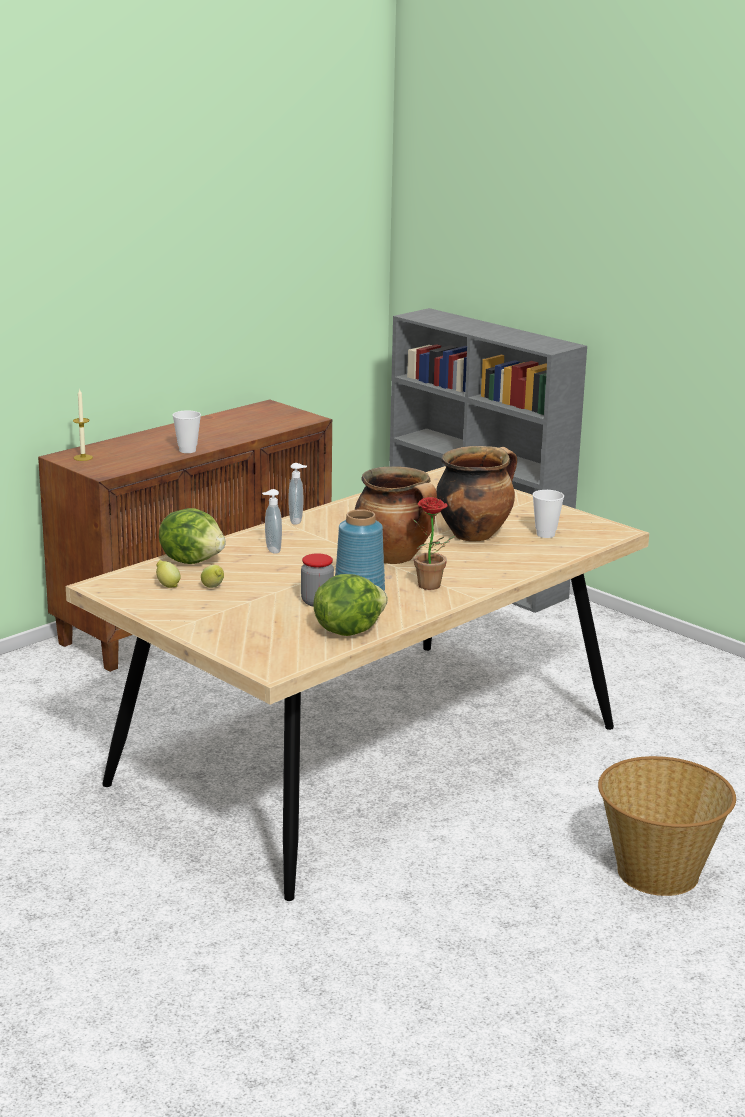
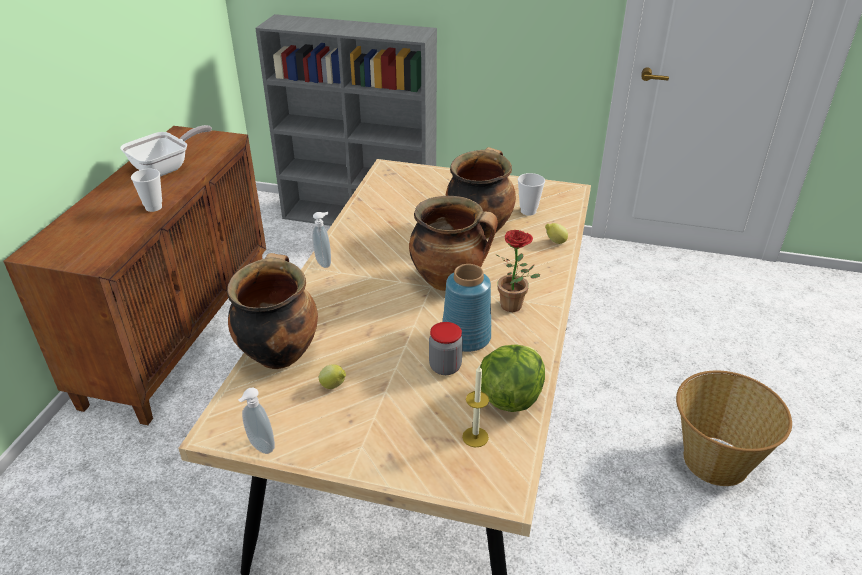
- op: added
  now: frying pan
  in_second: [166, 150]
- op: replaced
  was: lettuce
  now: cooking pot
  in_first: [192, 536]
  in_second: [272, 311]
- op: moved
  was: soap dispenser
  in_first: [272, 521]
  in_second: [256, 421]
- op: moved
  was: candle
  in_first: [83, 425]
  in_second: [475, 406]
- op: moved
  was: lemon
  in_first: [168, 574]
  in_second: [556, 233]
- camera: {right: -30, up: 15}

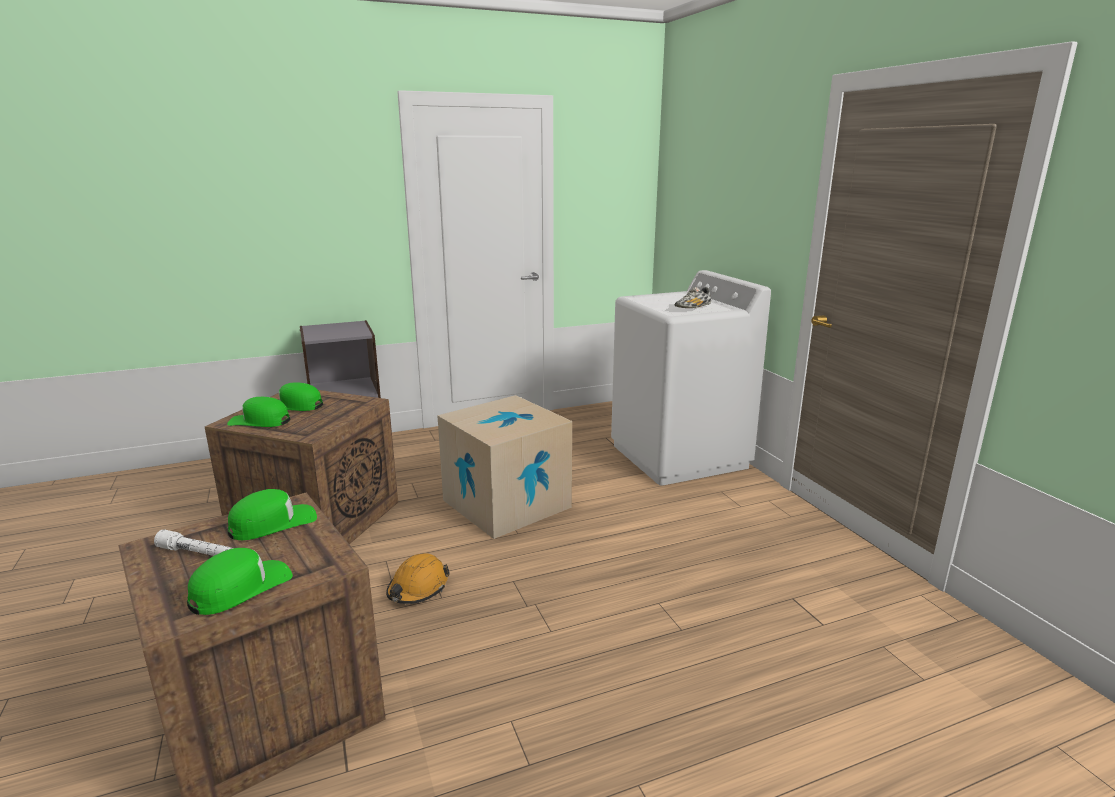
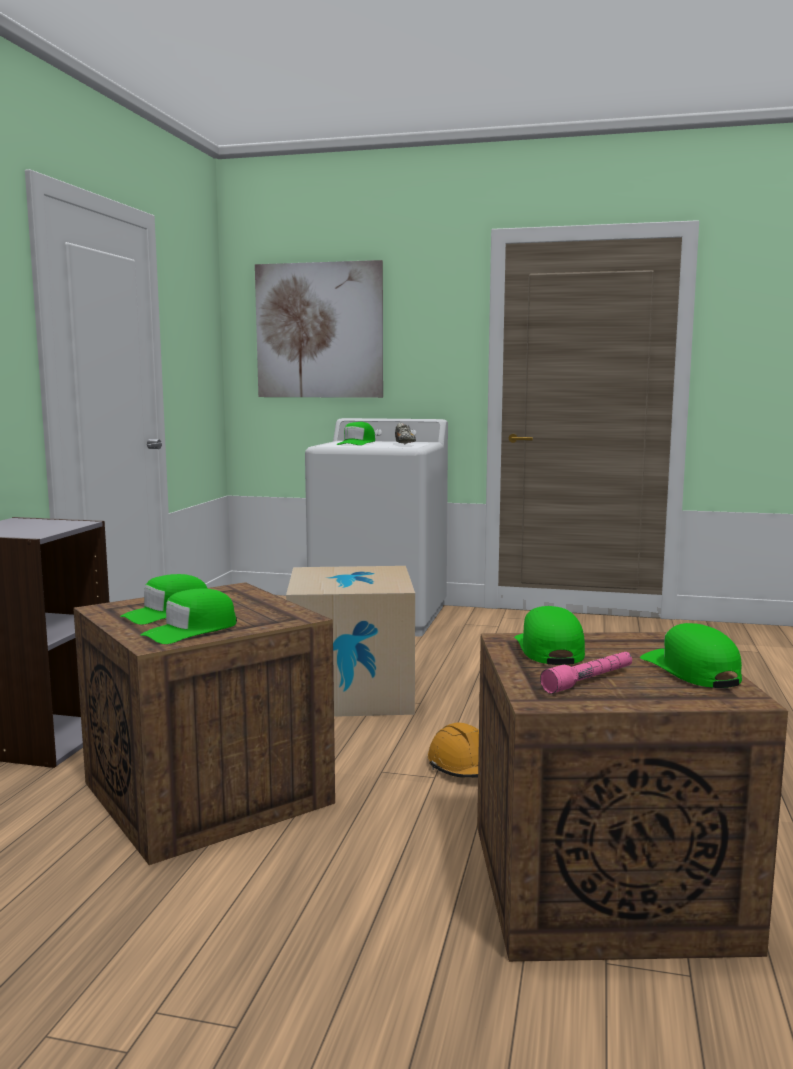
- op: added
  now: picture
  in_second: [319, 329]
- op: added
  now: cap/green
  in_second: [356, 433]
- op: recoloured
  was: flashlight/white
  now: flashlight/pink
  in_first: [193, 542]
  in_second: [586, 673]
- camera: {right: -55, up: -10}

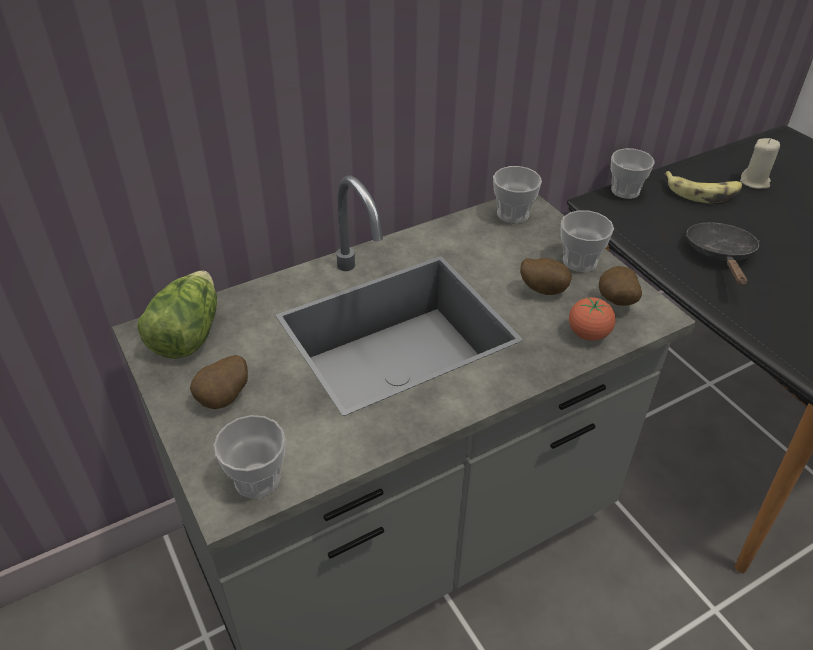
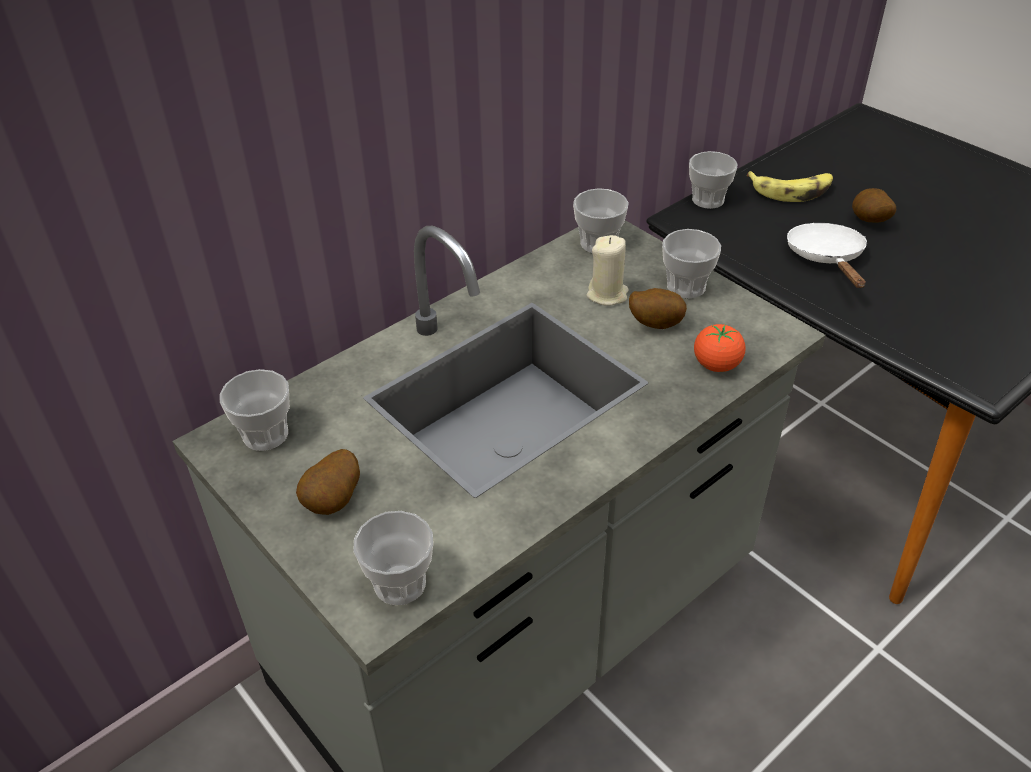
- op: replaced
  was: lettuce
  now: cup
  in_first: [177, 315]
  in_second: [255, 410]
- op: moved
  was: candle/beige
  in_first: [760, 163]
  in_second: [607, 270]
- op: recoloured
  was: frying pan/black
  now: frying pan/white
  in_first: [722, 254]
  in_second: [827, 255]
- op: moved
  was: potato
  in_first: [620, 286]
  in_second: [874, 205]
- camera: {right: -10, up: 0}

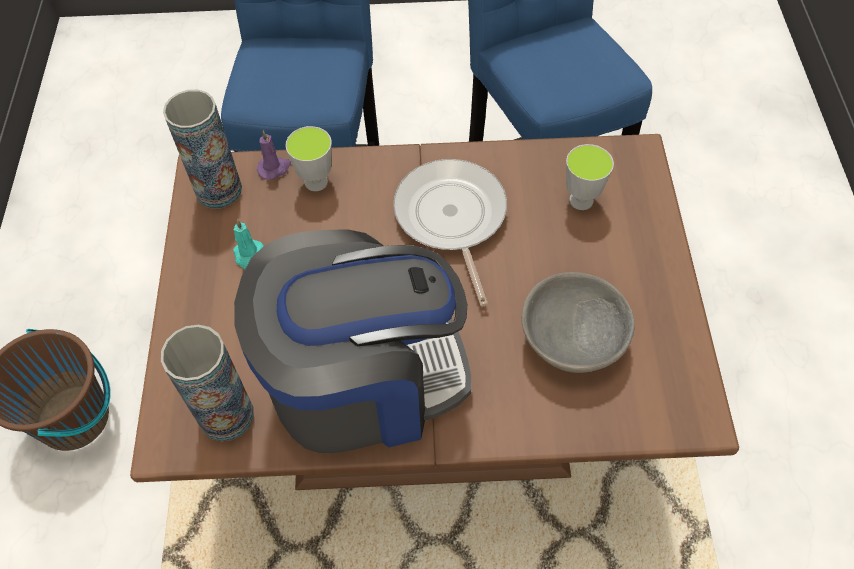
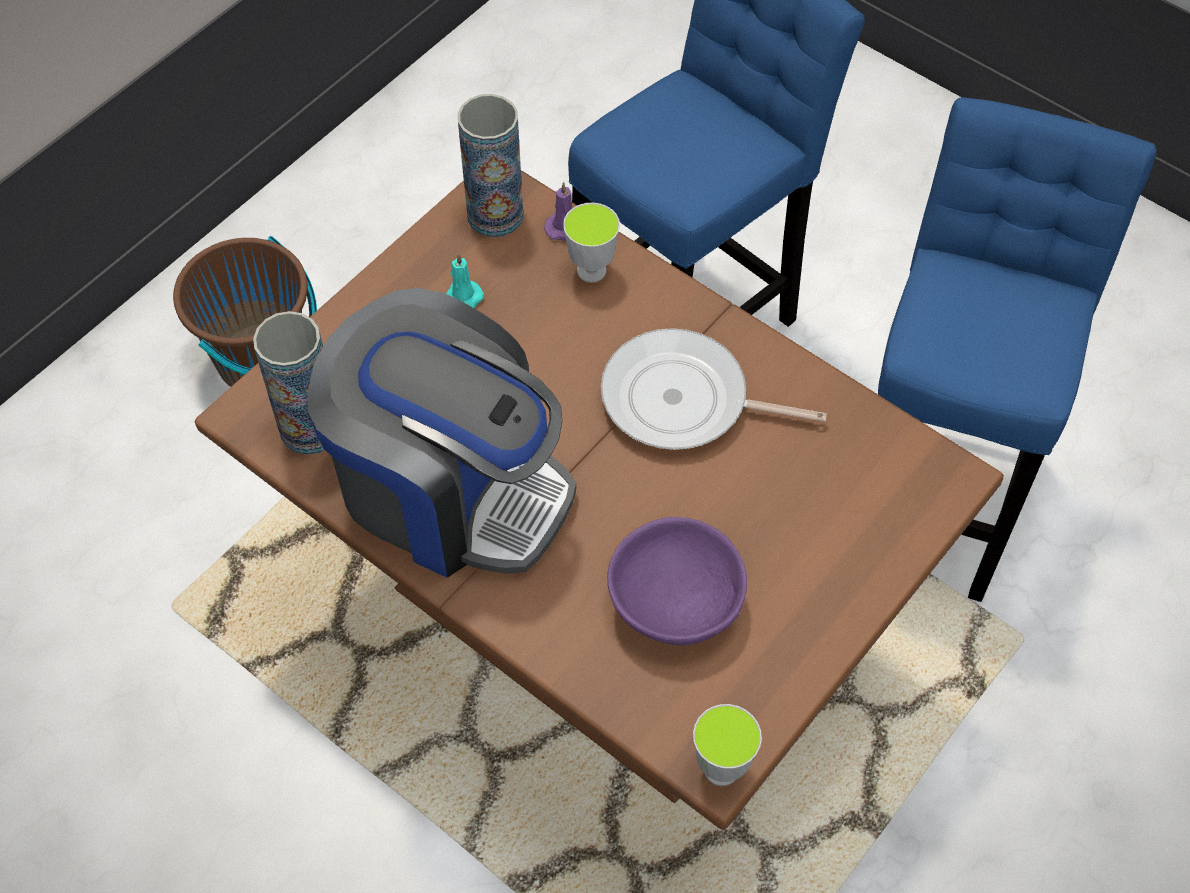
- op: turned
  was: frying pan
  in_first: [450, 232]
  in_second: [714, 389]
  clockwise: -105
- op: recoloured
  was: bowl/grey
  now: bowl/purple
  in_first: [578, 322]
  in_second: [677, 581]
- op: moved
  was: cup
  in_first: [590, 177]
  in_second: [727, 745]
- camera: {right: 40, up: 0}

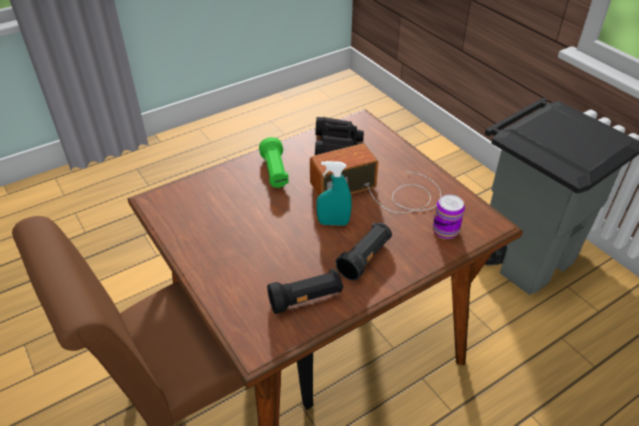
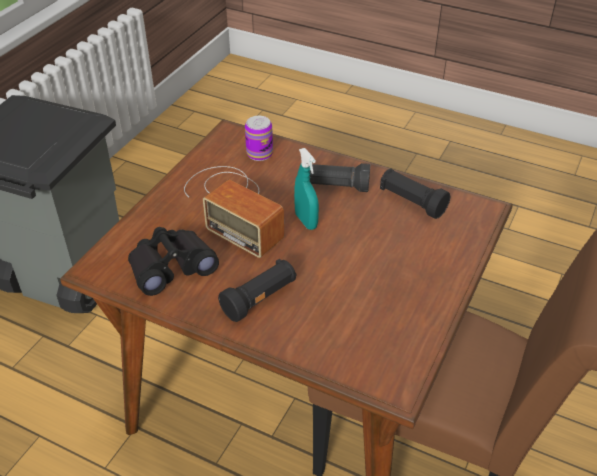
- op: recoloured
  was: flashlight/green
  now: flashlight/black
  in_first: [274, 162]
  in_second: [257, 290]
- camera: {right: -120, up: 0}

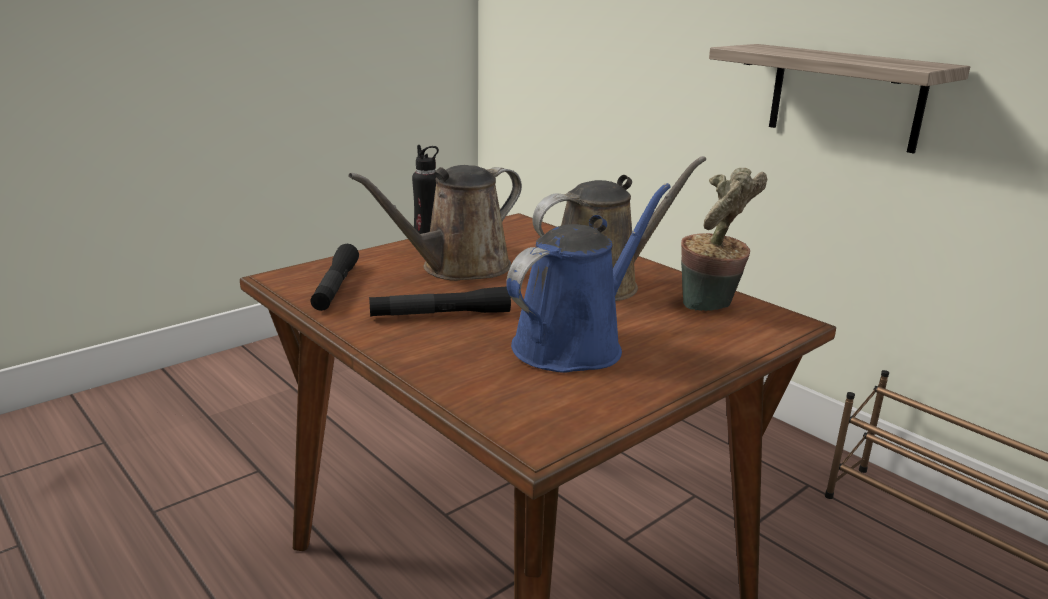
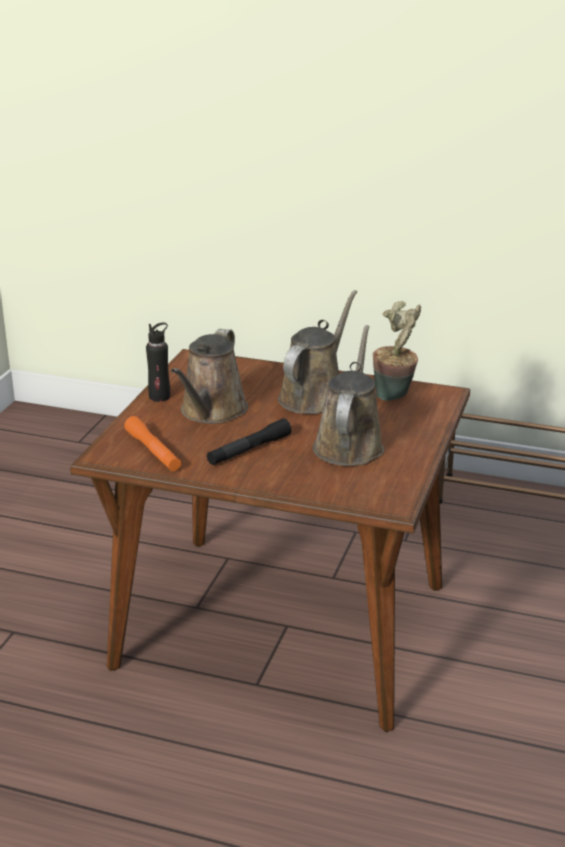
- op: recoloured
  was: flashlight/black
  now: flashlight/orange
  in_first: [334, 277]
  in_second: [152, 443]
- op: recoloured
  was: watering can/blue
  now: watering can/brown
  in_first: [588, 278]
  in_second: [348, 395]
- op: removed
  was: shelf
  in_first: [839, 98]
- camera: {right: -30, up: 5}

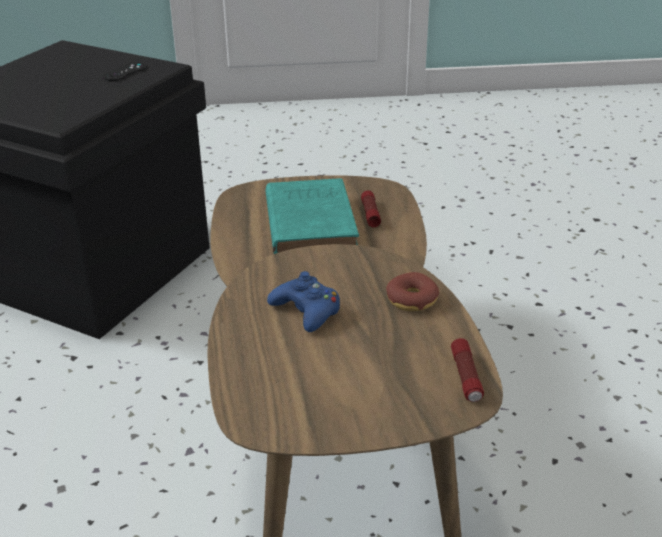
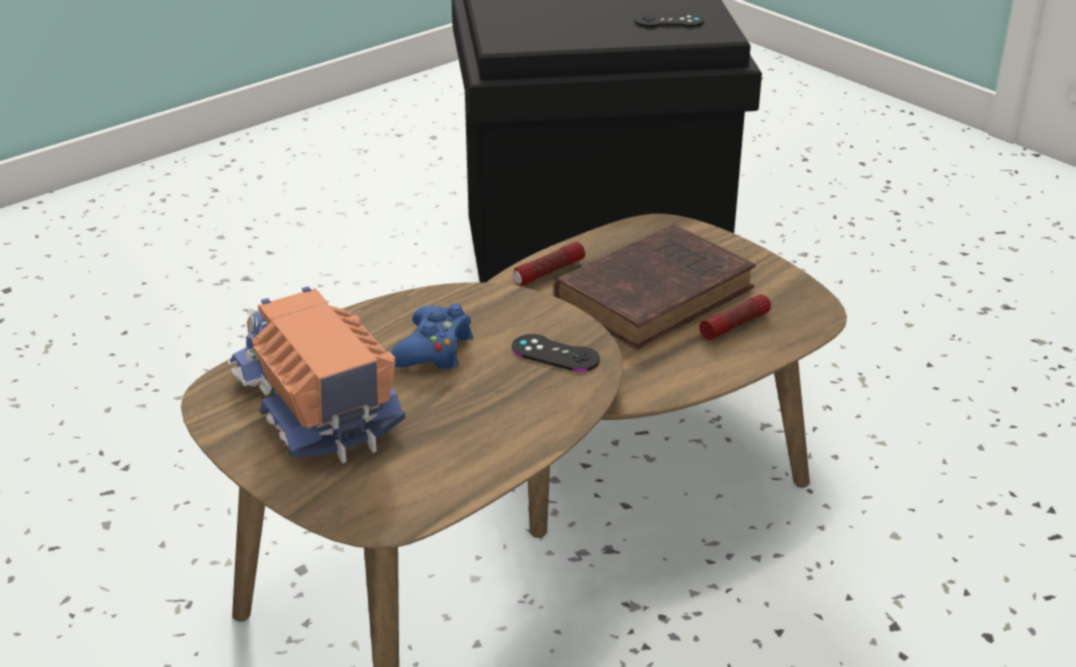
- op: added
  now: toy truck
  in_second: [316, 374]
- op: added
  now: game controller/black
  in_second: [556, 353]
- op: moved
  was: flashlight
  in_first: [467, 370]
  in_second: [549, 263]
- op: recoloured
  was: book/turquoise
  now: book/brown
  in_first: [312, 216]
  in_second: [654, 286]
- op: removed
  was: donut
  in_first: [412, 291]
- camera: {right: 55, up: 0}

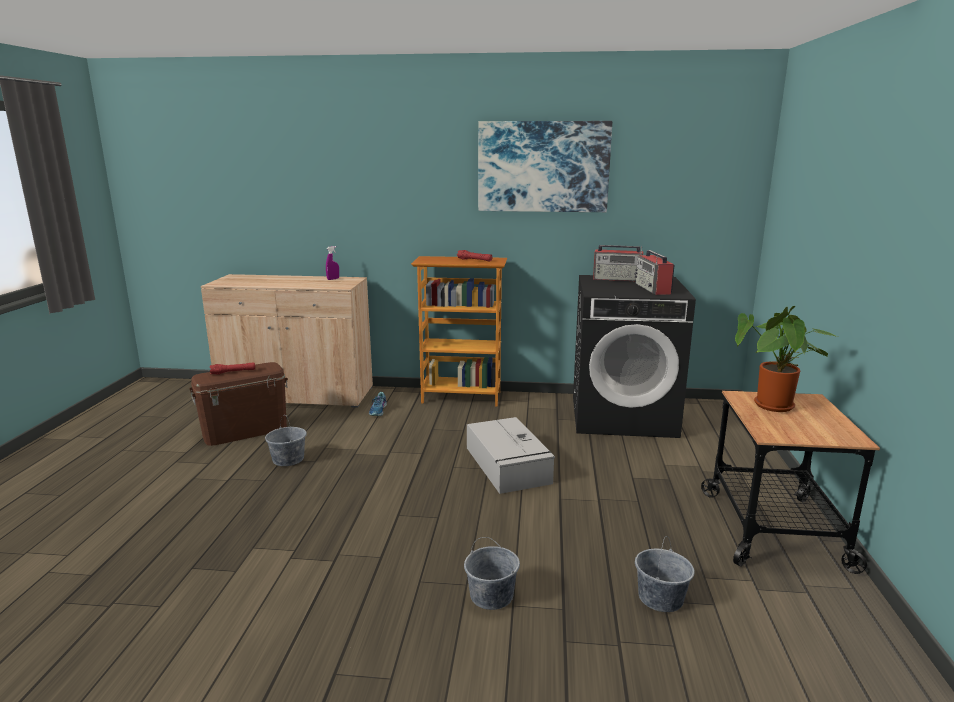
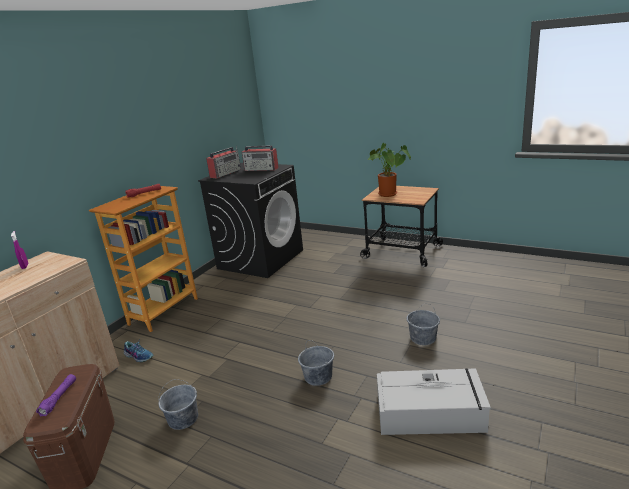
- op: recoloured
  was: flashlight/red
  now: flashlight/purple
  in_first: [232, 368]
  in_second: [56, 395]
- op: moved
  was: bucket/grey
  in_first: [665, 574]
  in_second: [316, 363]
- op: moved
  was: storage box/grey
  in_first: [511, 455]
  in_second: [434, 401]
- op: removed
  was: picture
  in_first: [545, 166]
- camera: {right: -65, up: 5}

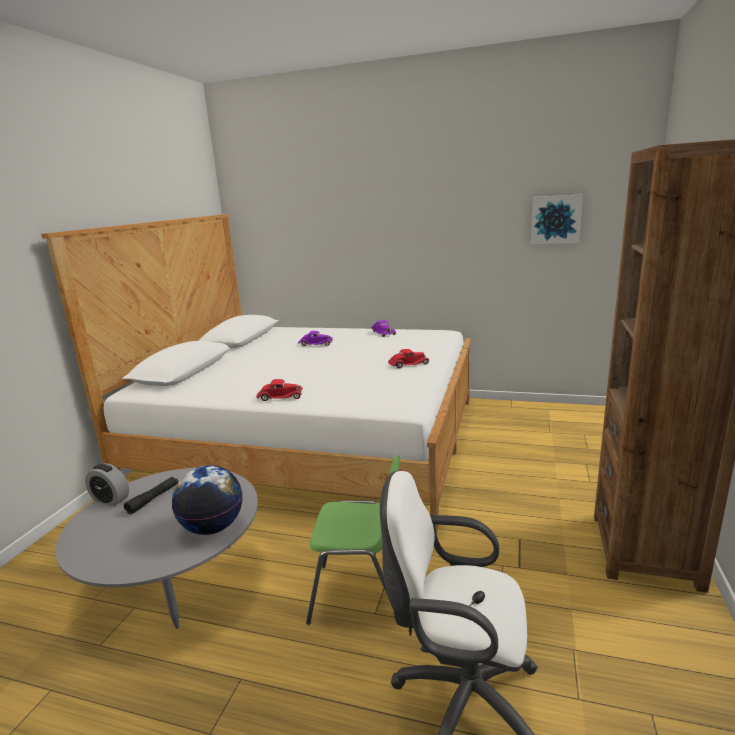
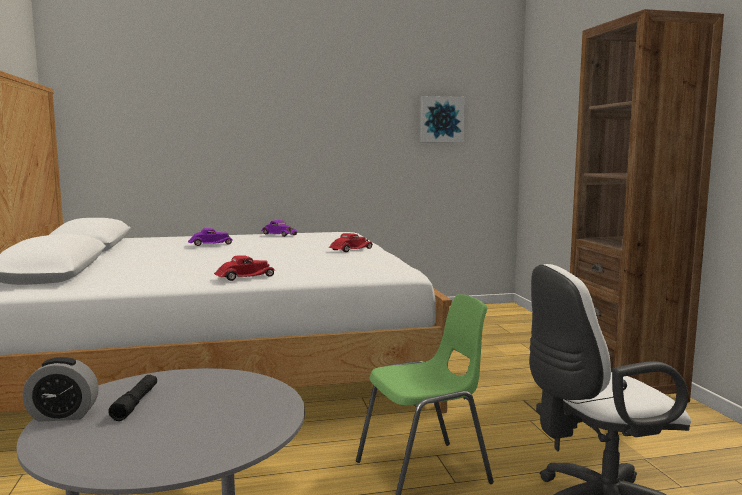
- op: removed
  was: globe
  in_first: [207, 500]
- camera: {right: -30, up: -10}

